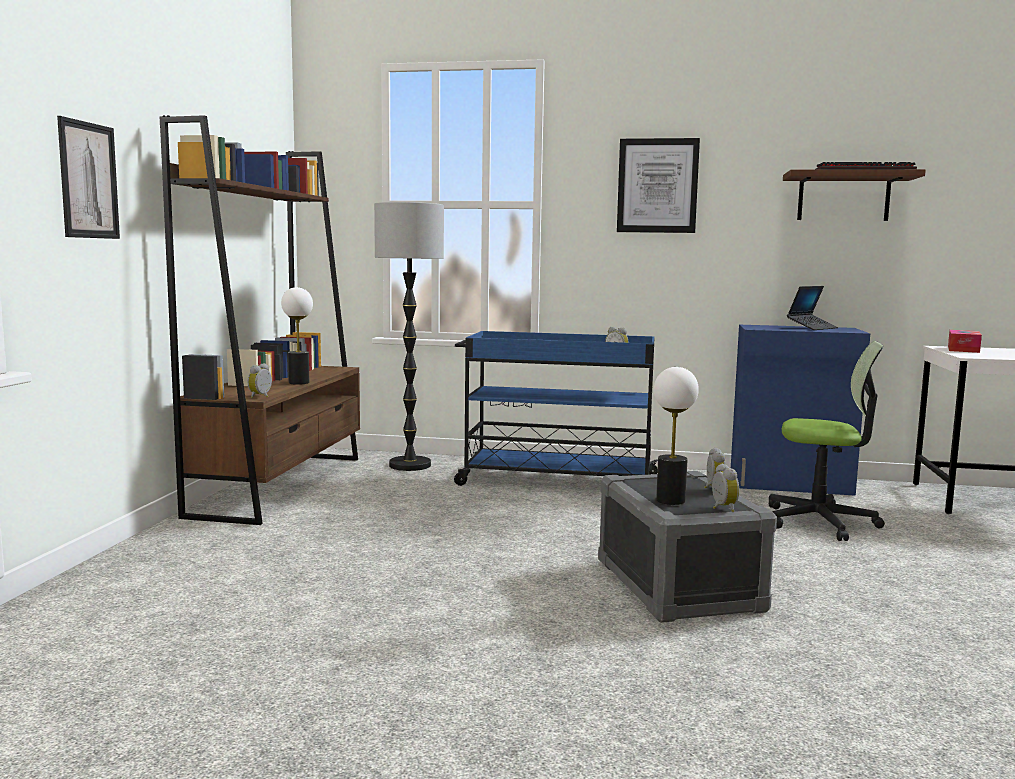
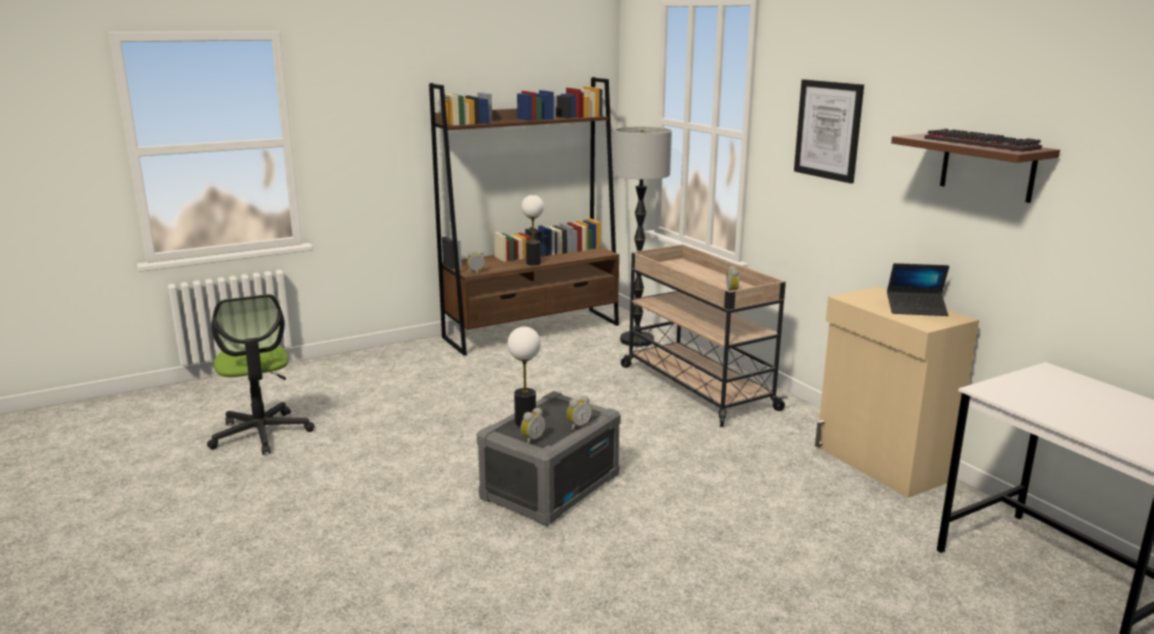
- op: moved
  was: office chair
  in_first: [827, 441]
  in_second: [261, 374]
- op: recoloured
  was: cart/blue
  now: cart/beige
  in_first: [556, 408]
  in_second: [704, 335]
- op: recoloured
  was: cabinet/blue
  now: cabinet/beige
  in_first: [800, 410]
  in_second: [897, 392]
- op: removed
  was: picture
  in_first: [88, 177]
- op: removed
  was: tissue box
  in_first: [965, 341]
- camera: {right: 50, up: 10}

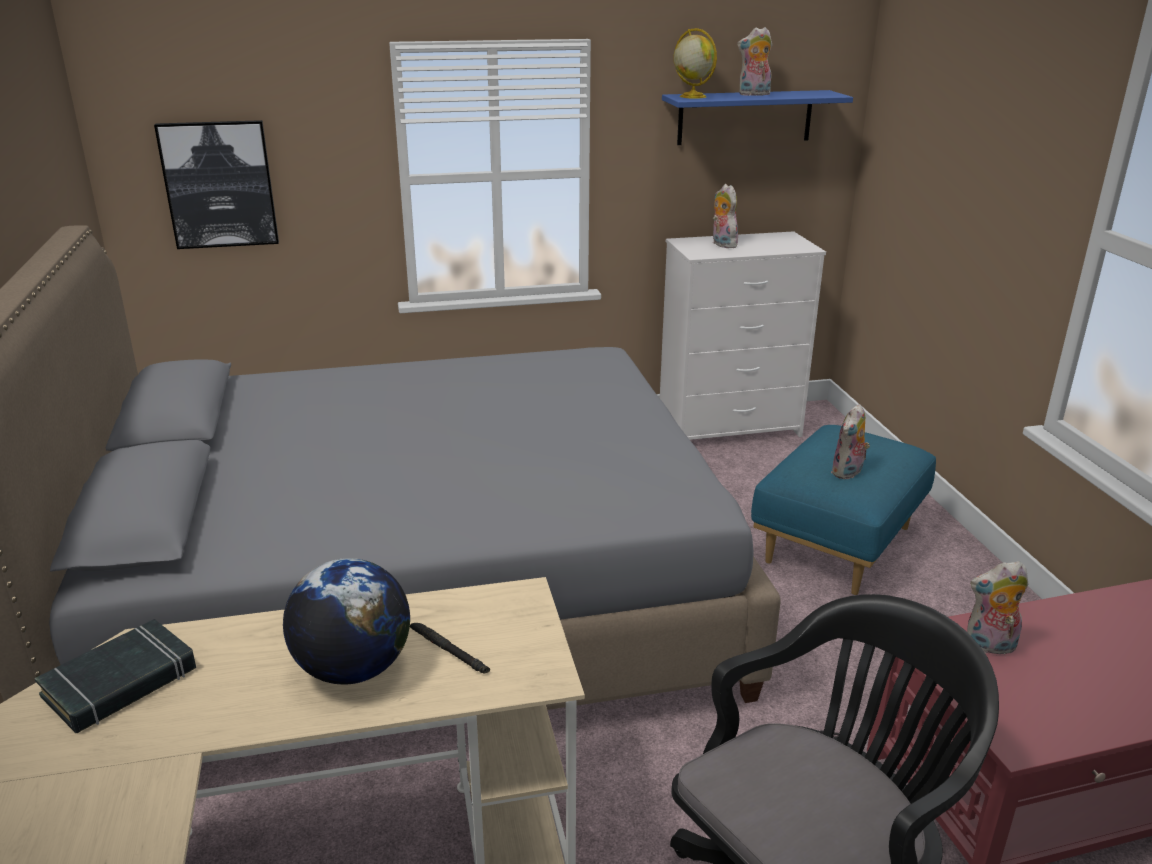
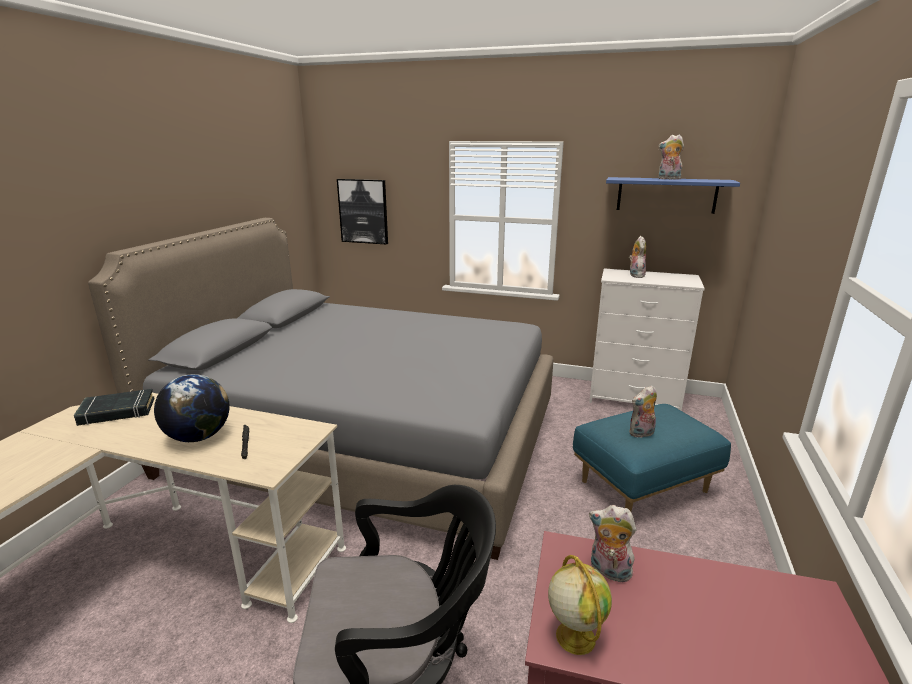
- op: moved
  was: globe
  in_first: [695, 63]
  in_second: [580, 605]
- camera: {right: 30, up: -5}

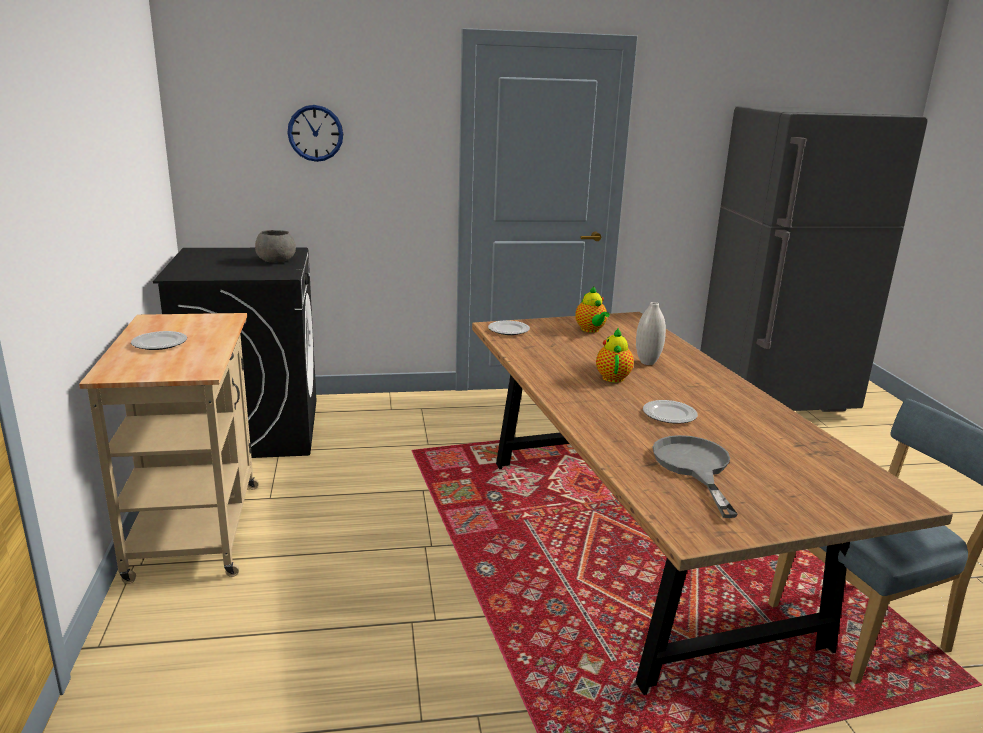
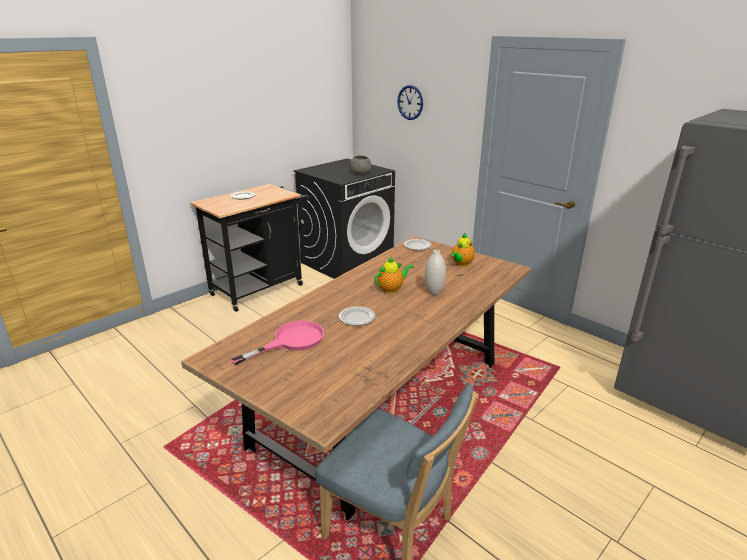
- op: recoloured
  was: cart/beige
  now: cart/black
  in_first: [169, 448]
  in_second: [250, 248]
- op: recoloured
  was: frying pan/grey
  now: frying pan/pink
  in_first: [695, 476]
  in_second: [277, 343]
- camera: {right: 55, up: 5}

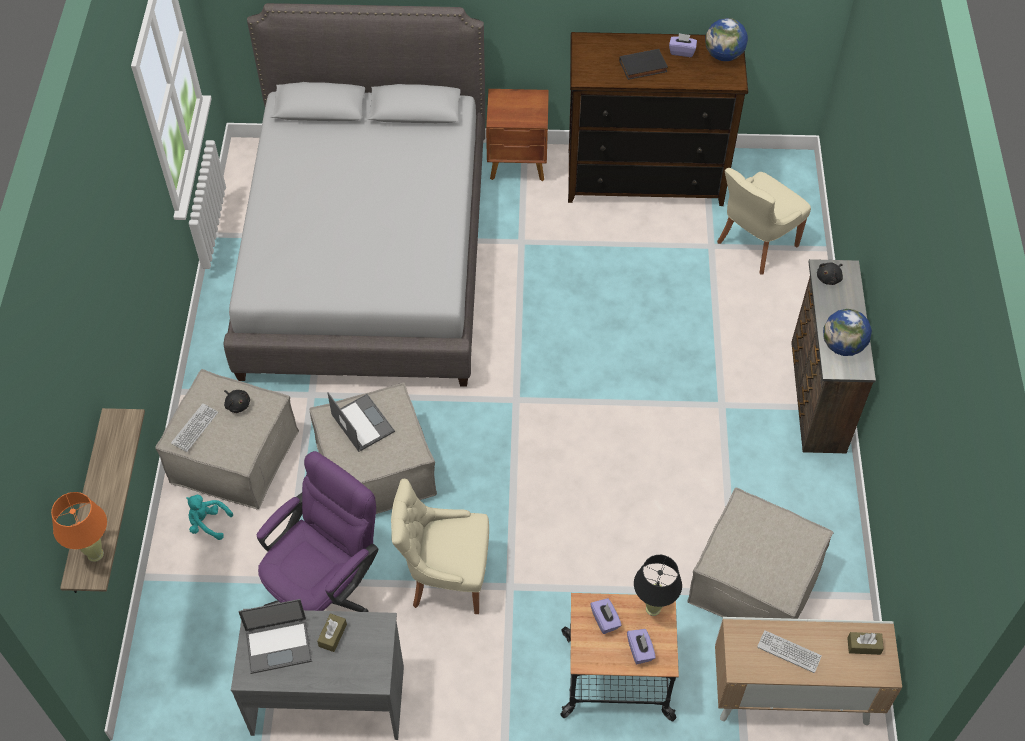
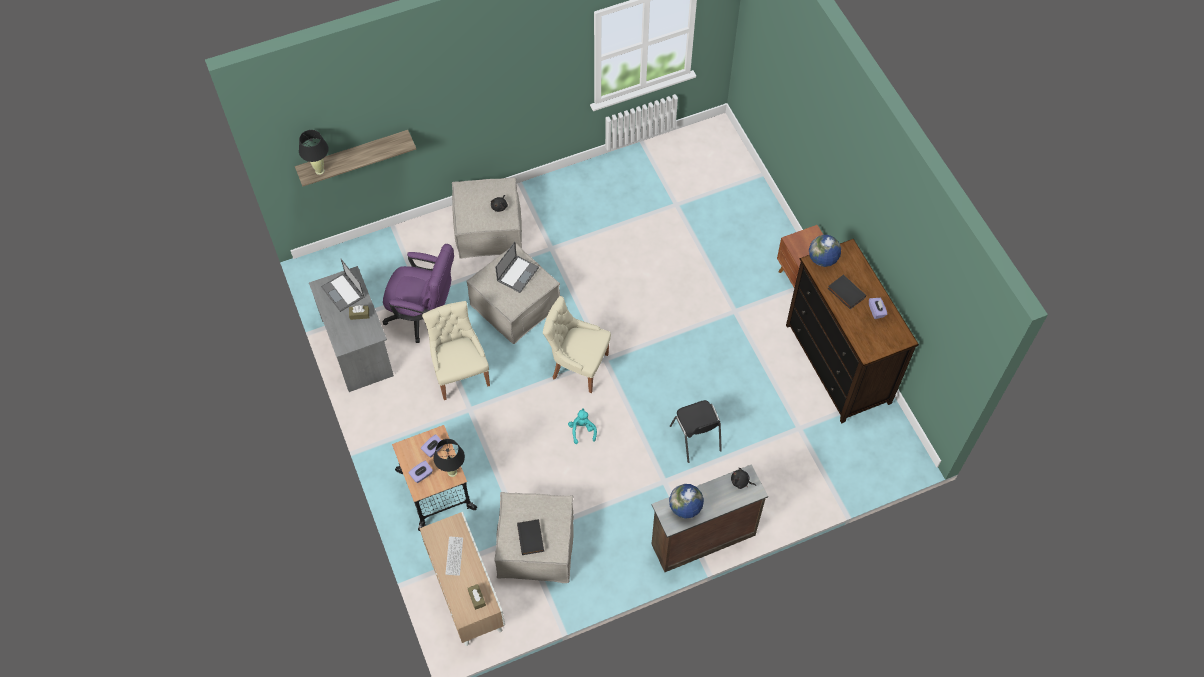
- op: recoloured
  was: table lamp/orange
  now: table lamp/black
  in_first: [79, 527]
  in_second: [314, 152]
- op: added
  now: book/black
  in_second: [530, 537]
- op: moved
  was: chair/beige
  in_first: [764, 221]
  in_second: [577, 344]
- op: moved
  was: plush toy/turquoise
  in_first: [209, 517]
  in_second: [582, 426]
- op: added
  now: chair/black
  in_second: [696, 431]
- op: moved
  was: globe
  in_first: [726, 39]
  in_second: [825, 251]
- op: removed
  was: keyboard
  in_first: [194, 428]
- op: removed
  was: bed/grey
  in_first: [354, 195]
- camera: {right: 65, up: 5}

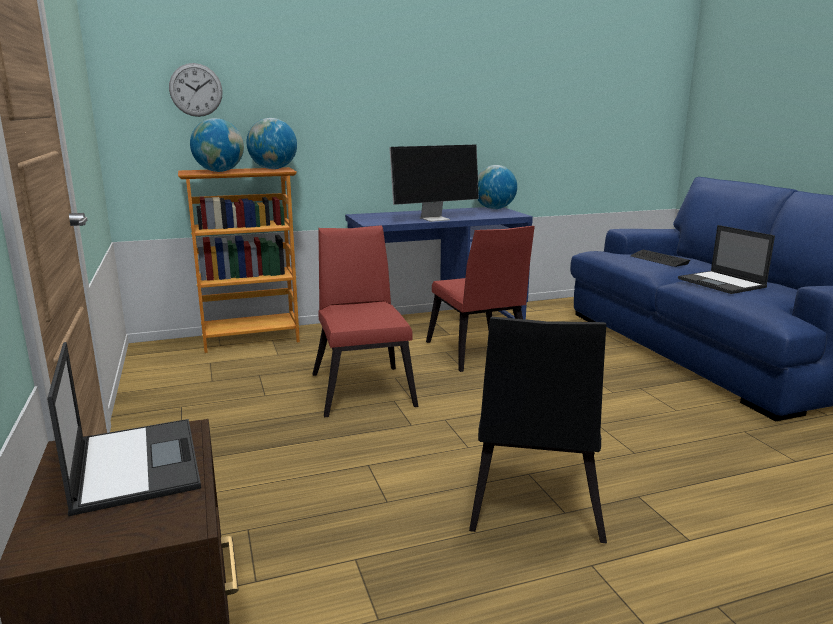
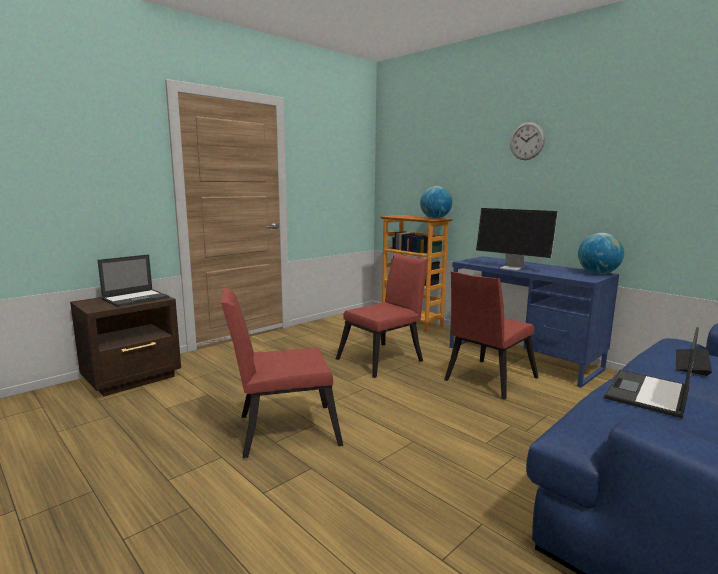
- op: recoloured
  was: chair/black
  now: chair/red
  in_first: [538, 430]
  in_second: [282, 373]
- op: moved
  was: wall clock
  in_first: [196, 90]
  in_second: [527, 141]
- op: removed
  was: globe
  in_first: [217, 145]
- camera: {right: 65, up: -5}

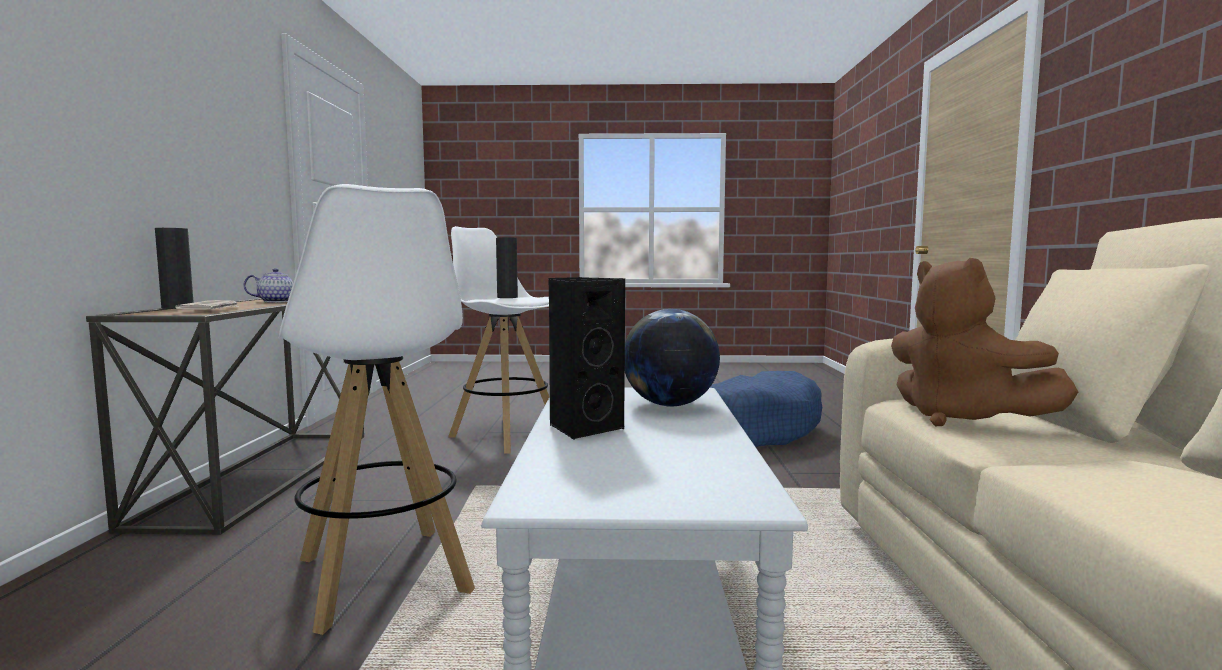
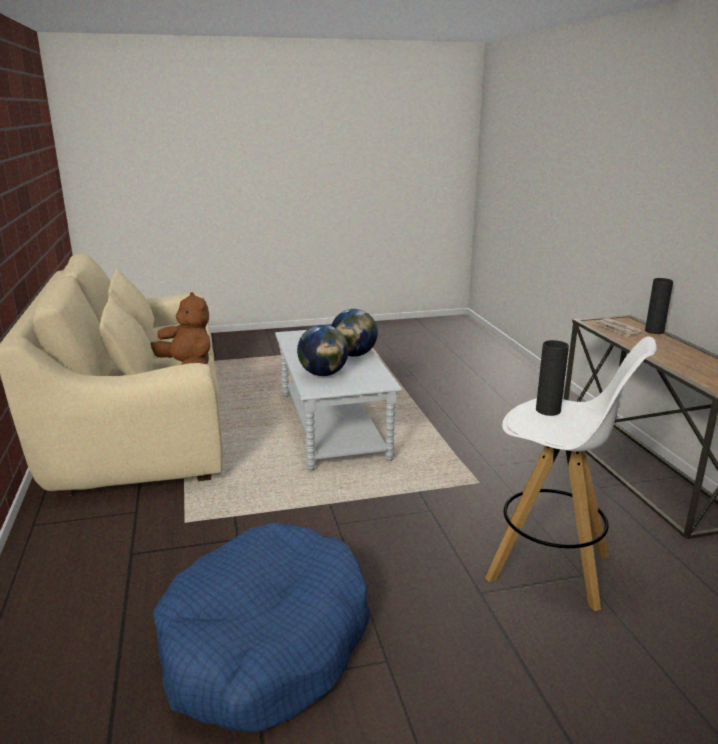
- op: replaced
  was: speaker/black
  now: globe
  in_first: [587, 358]
  in_second: [354, 333]
- op: removed
  was: teapot
  in_first: [268, 285]
- op: removed
  was: stool/white
  in_first: [377, 409]
- camera: {right: 165, up: 15}

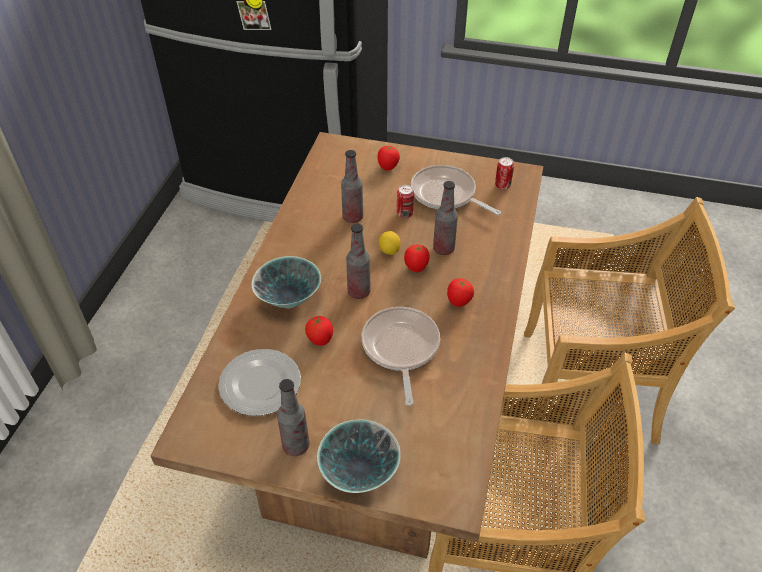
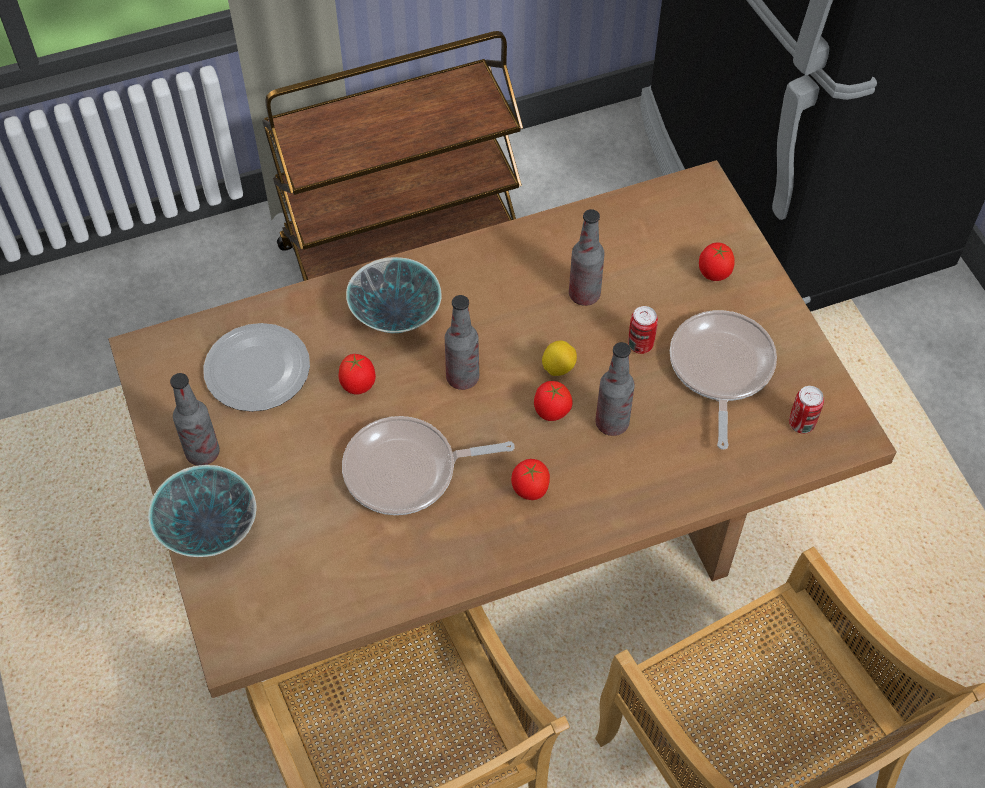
- op: added
  now: cart/brown
  in_second: [392, 156]
- op: turned
  was: frying pan
  in_first: [400, 356]
  in_second: [428, 465]
  clockwise: -150
- camera: {right: 55, up: 10}

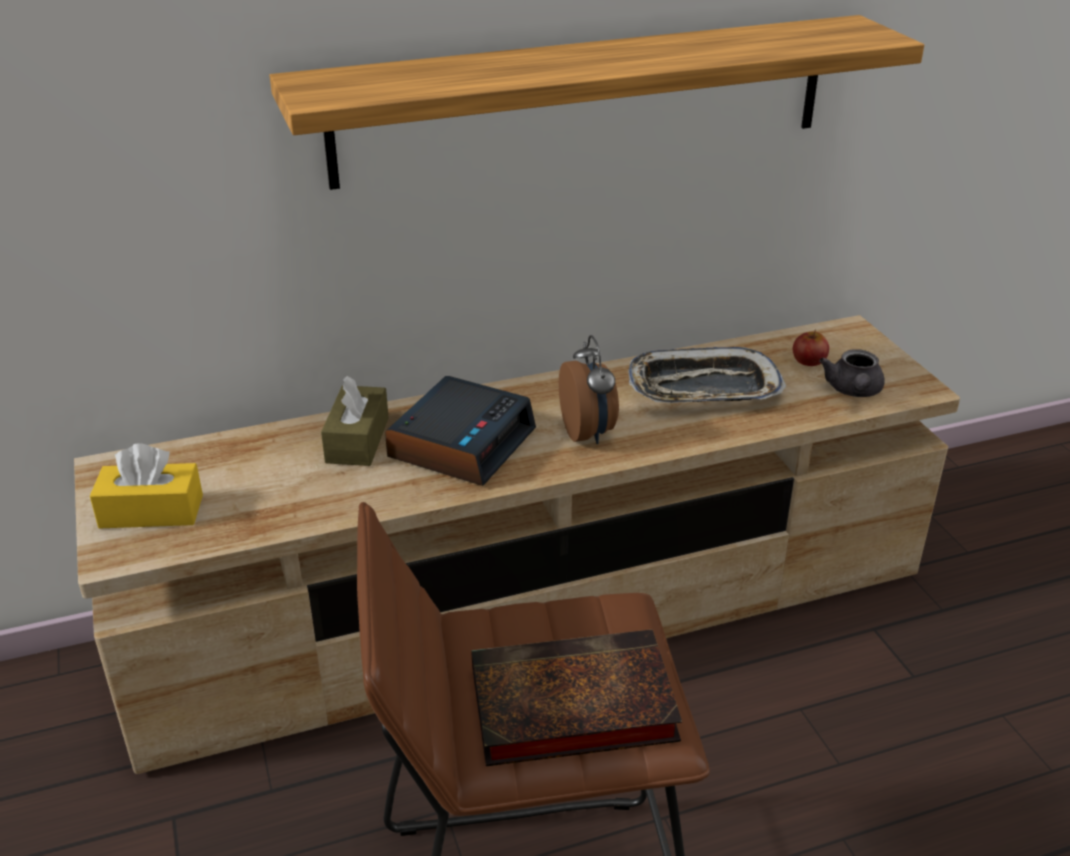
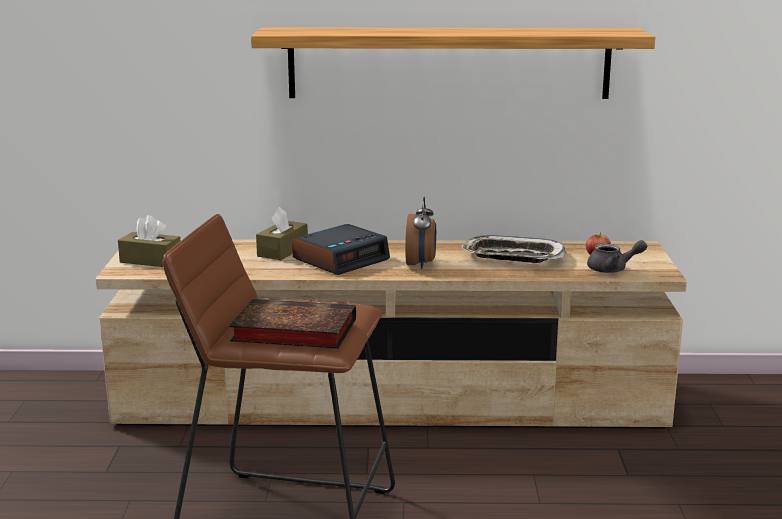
- op: recoloured
  was: tissue box/yellow
  now: tissue box/brown
  in_first: [146, 485]
  in_second: [149, 241]
- op: turned
  was: teapot/grey
  in_first: [852, 373]
  in_second: [617, 256]
  clockwise: -120
- camera: {right: 20, up: -15}

